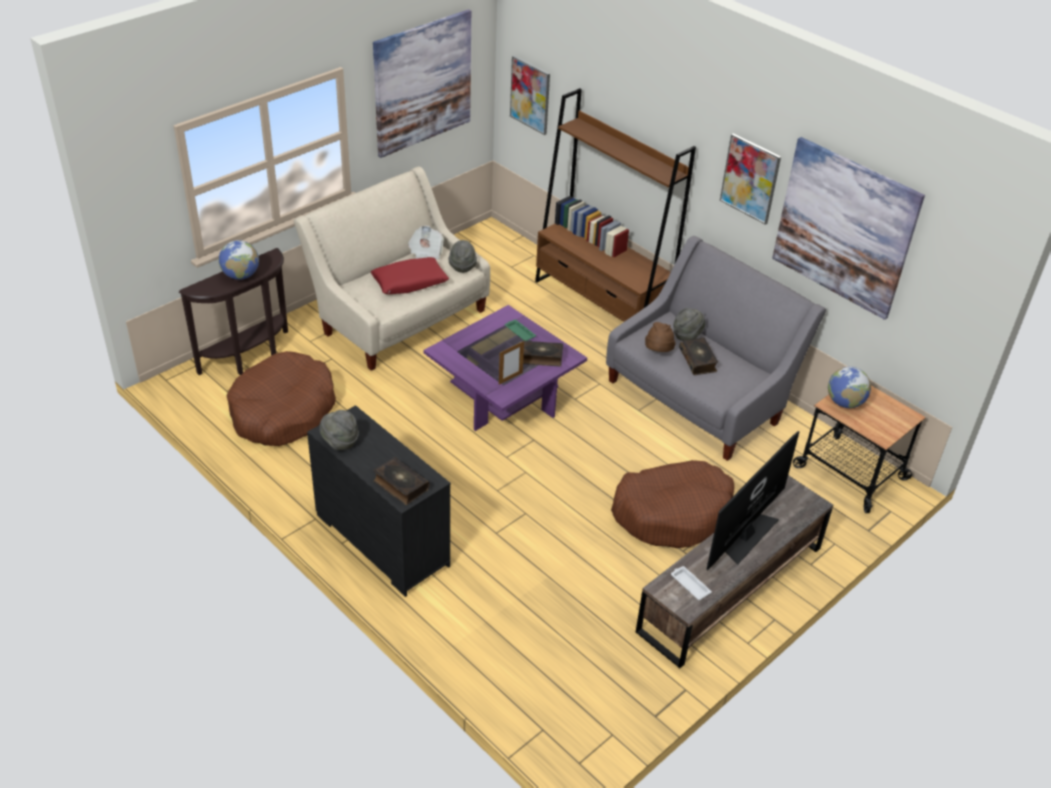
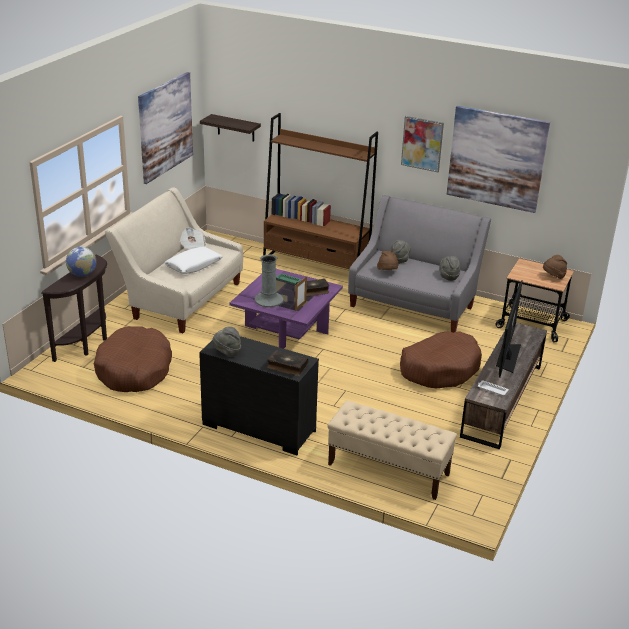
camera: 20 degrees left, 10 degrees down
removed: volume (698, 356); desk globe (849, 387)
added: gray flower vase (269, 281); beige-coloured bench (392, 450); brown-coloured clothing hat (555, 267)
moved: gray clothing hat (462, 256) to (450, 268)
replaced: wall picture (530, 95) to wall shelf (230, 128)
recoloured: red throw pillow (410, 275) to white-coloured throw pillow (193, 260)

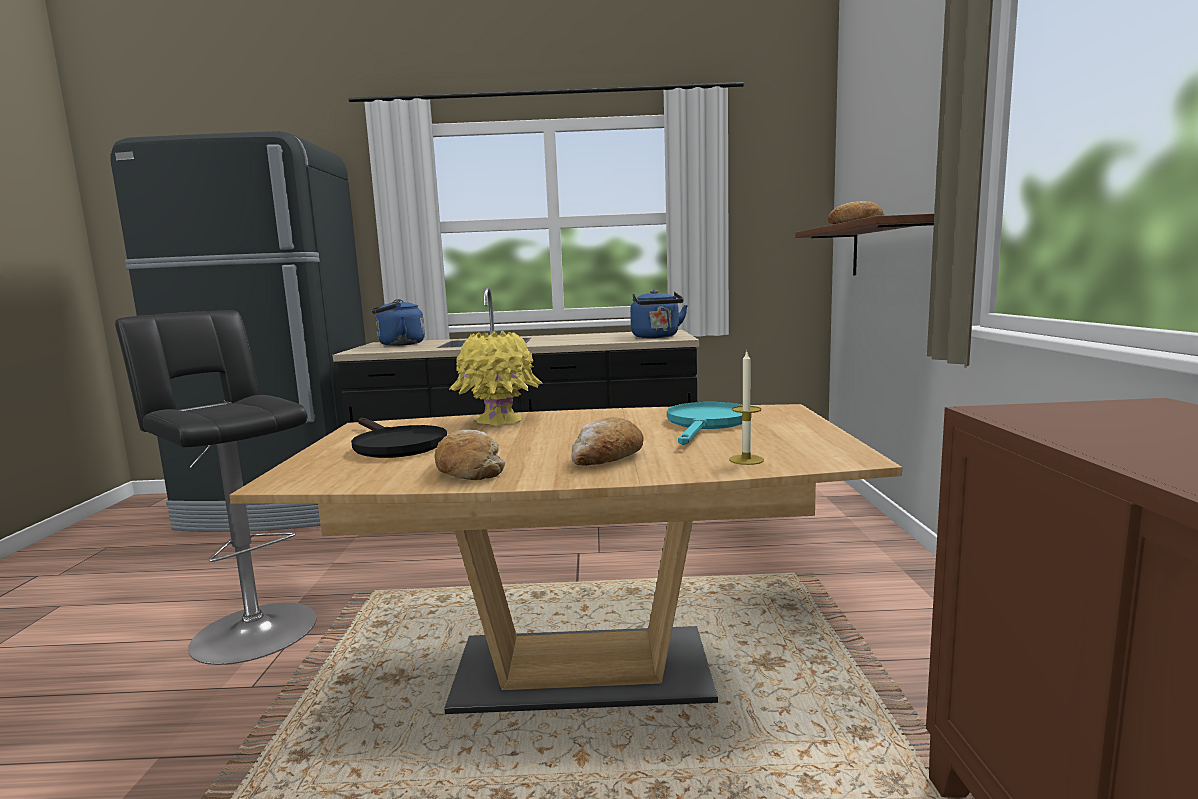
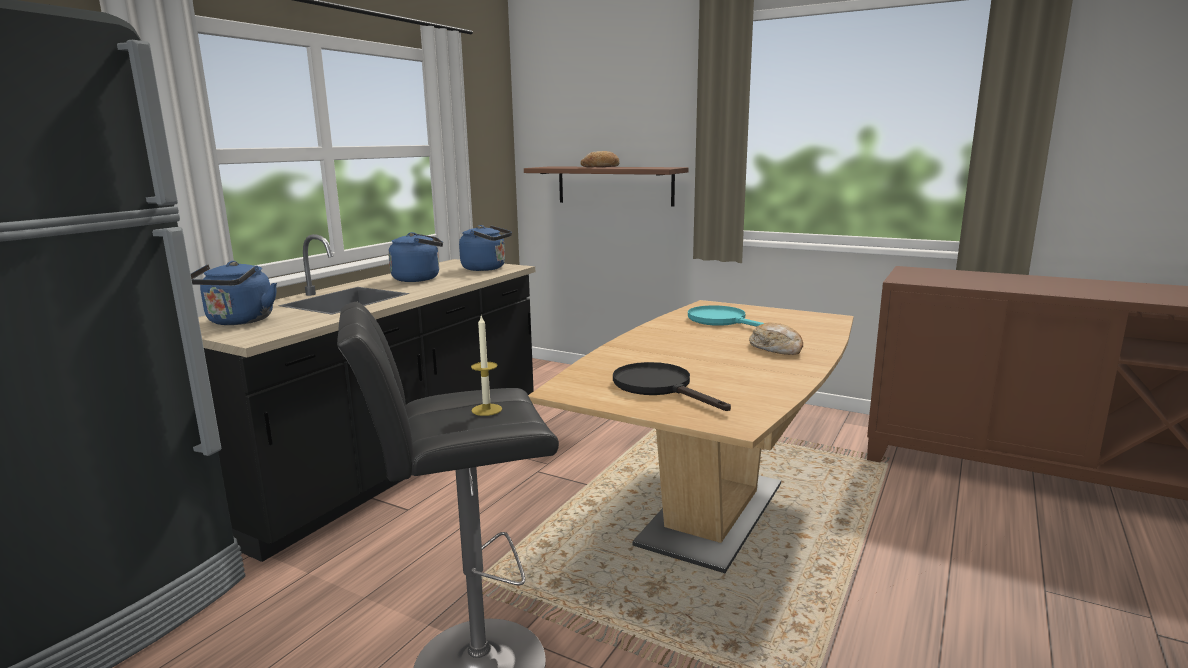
camera: 60 degrees left, 5 degrees up
removed: bakery bread (470, 455); yellowish flower vase (496, 378)
added: blue-coloured kettle (415, 257)
moved: candle (746, 407) to (486, 366)
turned: blackish frying pan (399, 438) = (672, 386) 120 degrees counterclockwise

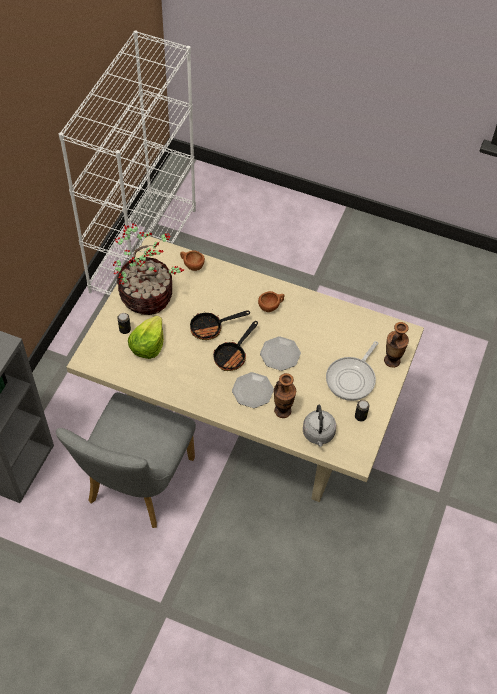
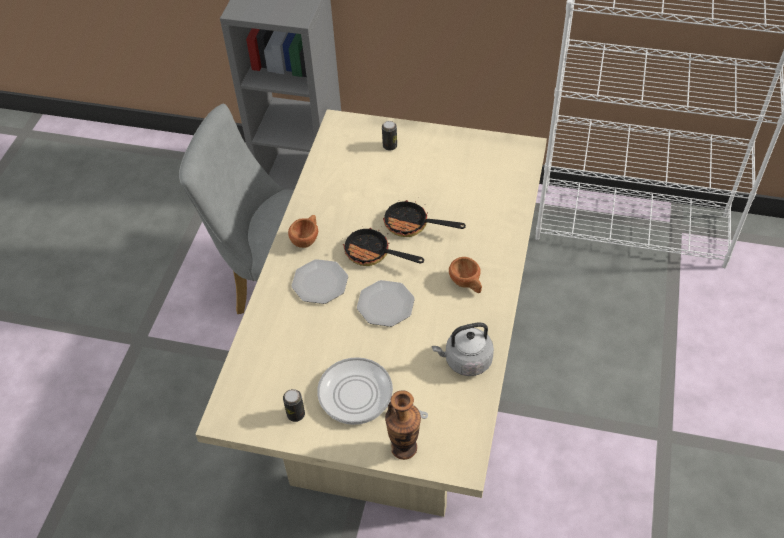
camera: 85 degrees right, 5 degrees down
removed: houseplant (148, 269); lettuce (146, 337); flower vase (285, 395)
moved: brown-coloured drinking cup (192, 261) to (303, 231); gray kettle (319, 426) to (463, 349)
turned: frying pan (220, 325) = (424, 217) 45 degrees counterclockwise

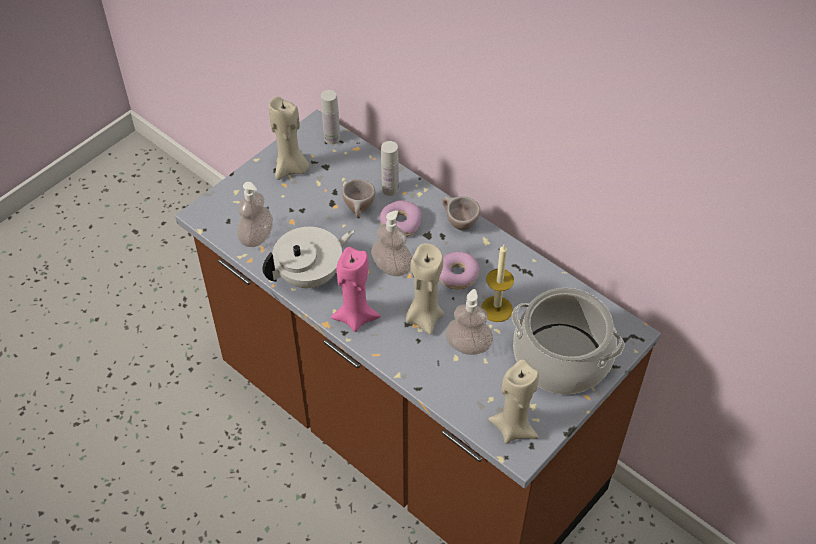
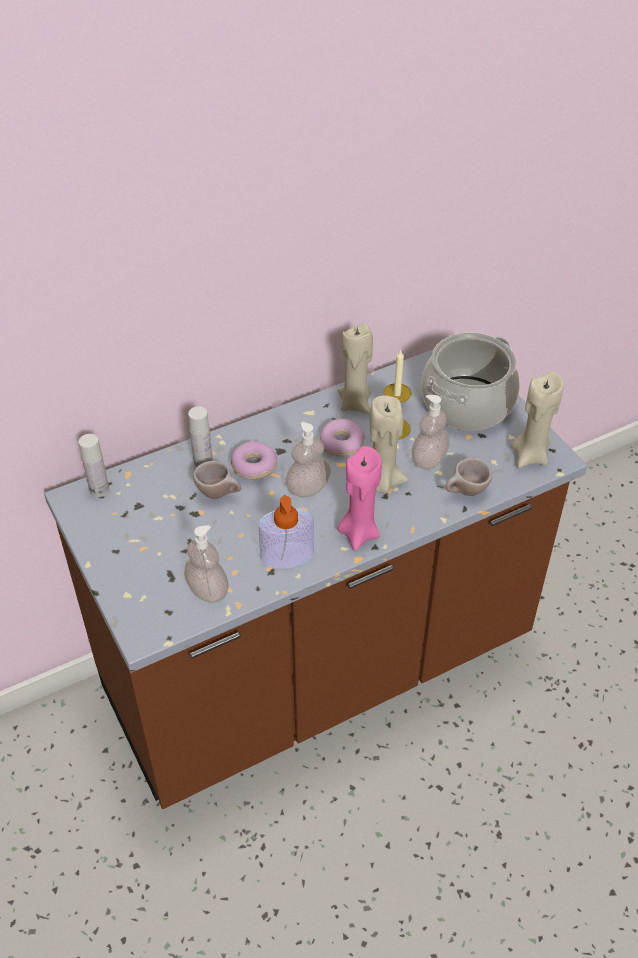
camera: 70 degrees left, 5 degrees down
moved: beige-coloured candle (289, 138) to (355, 368); beige-coloured drinking cup (461, 213) to (468, 476)
replaced: white-coloured teapot (308, 257) to liquid soap bottle (286, 532)

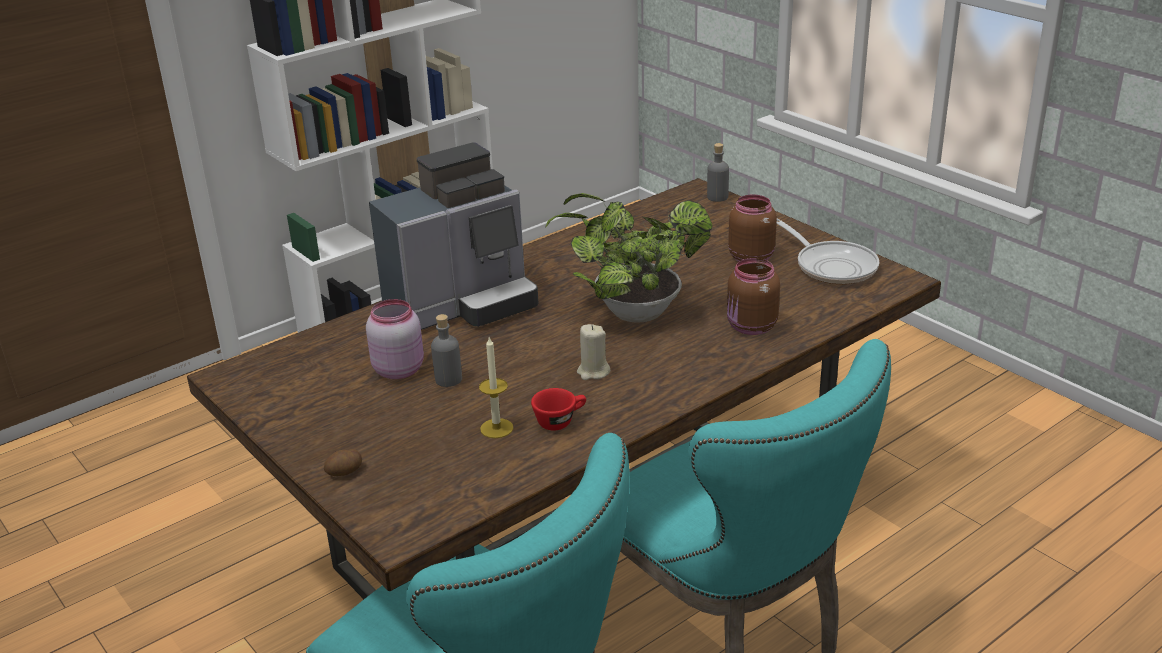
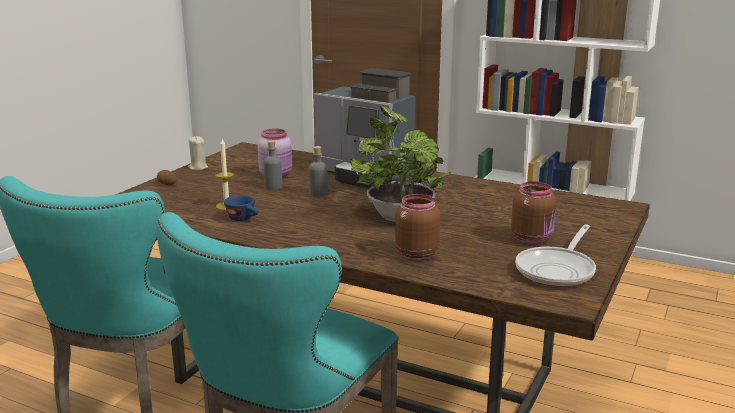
camera: 65 degrees right, 10 degrees down
moved: beige-coloured candle (593, 352) to (198, 153); gray drink bottle (718, 172) to (318, 171)
recoloured: red drinking cup (558, 409) to blue-coloured drinking cup (241, 208)

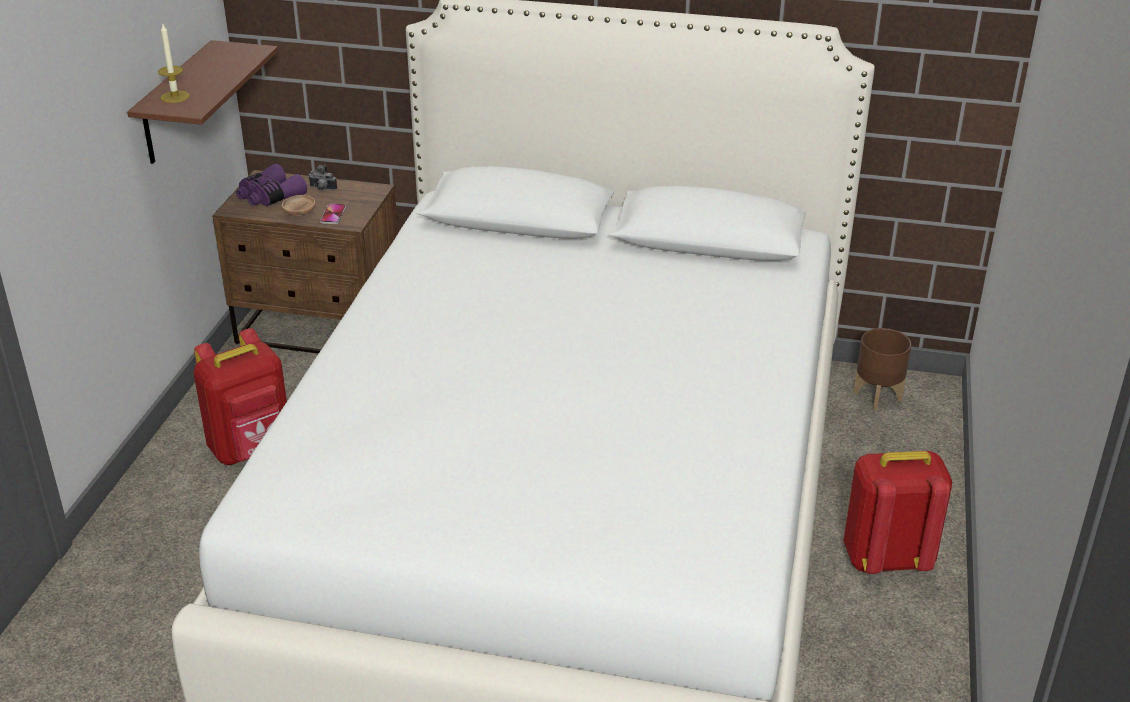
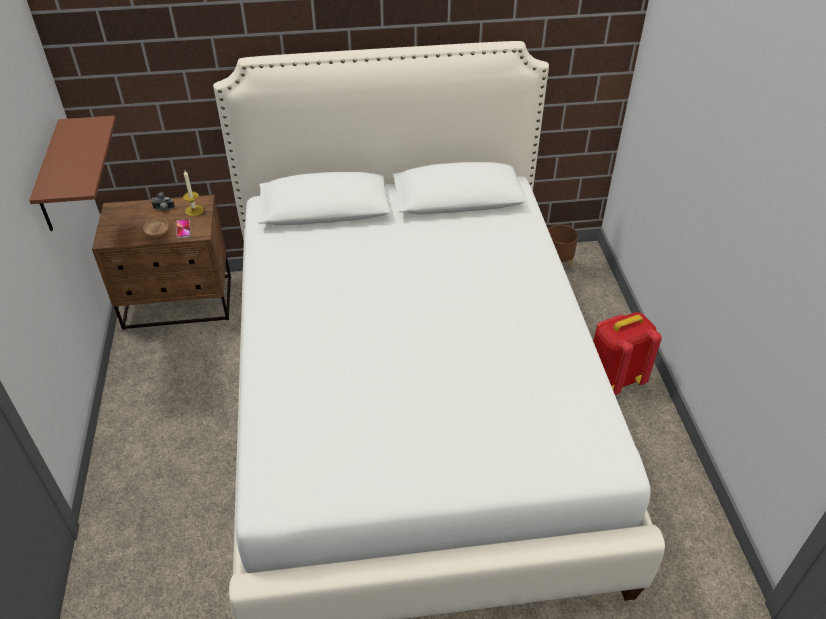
camera: 20 degrees left, 10 degrees up
removed: red knapsack (240, 396); purple field glasses (271, 185)
moved: candle (174, 63) to (193, 193)

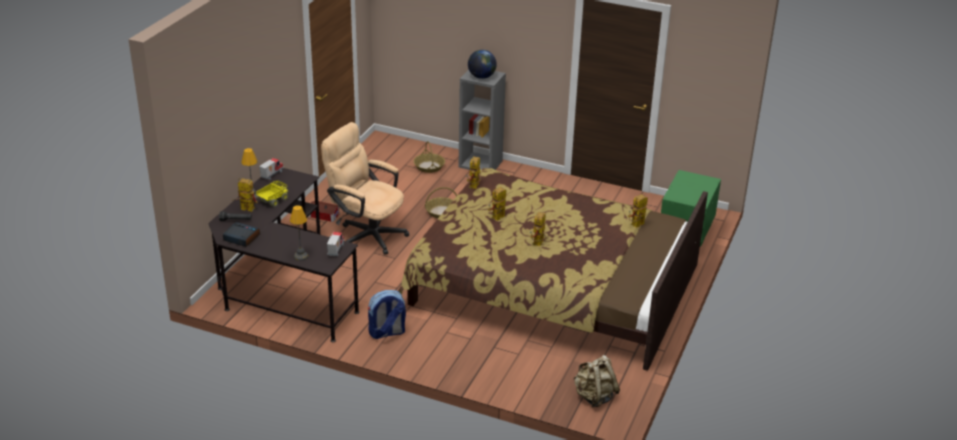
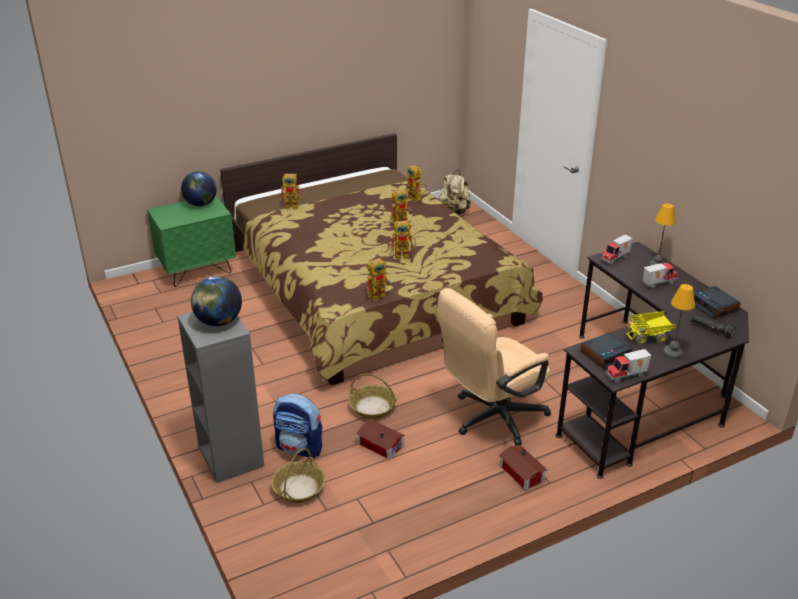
camera: 140 degrees left, 0 degrees up
added: desk globe (199, 188); toy house (380, 439); table clock (606, 351); model truck (660, 275)
moved: model robot (246, 195) to (417, 183); knapsack (387, 314) to (297, 426)
turned: beige-coloured office chair (365, 188) = (494, 367) 75 degrees clockwise

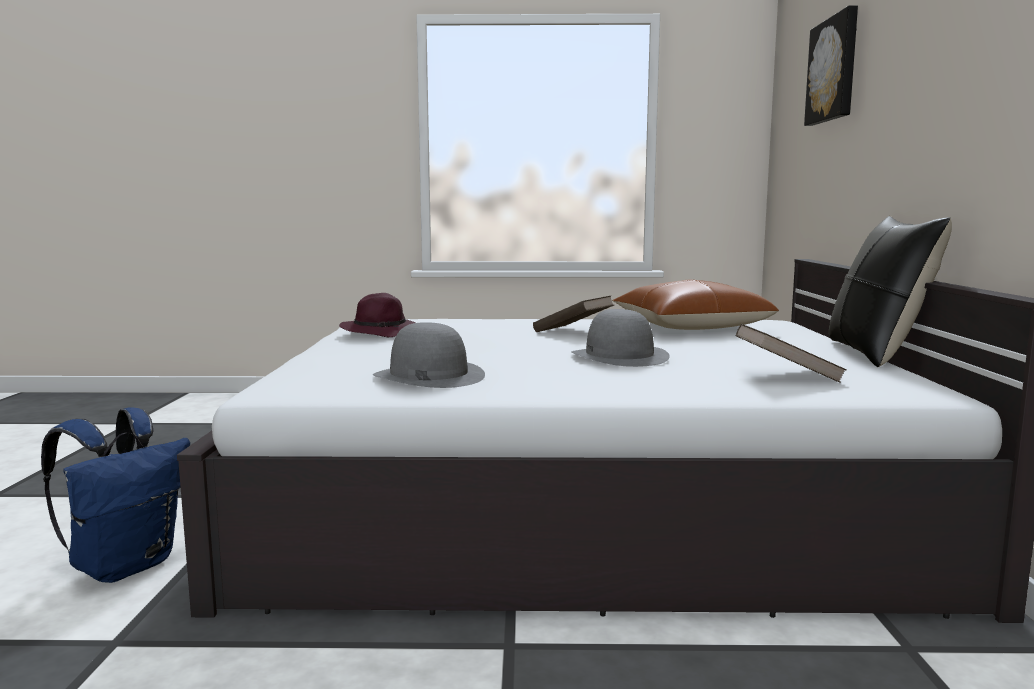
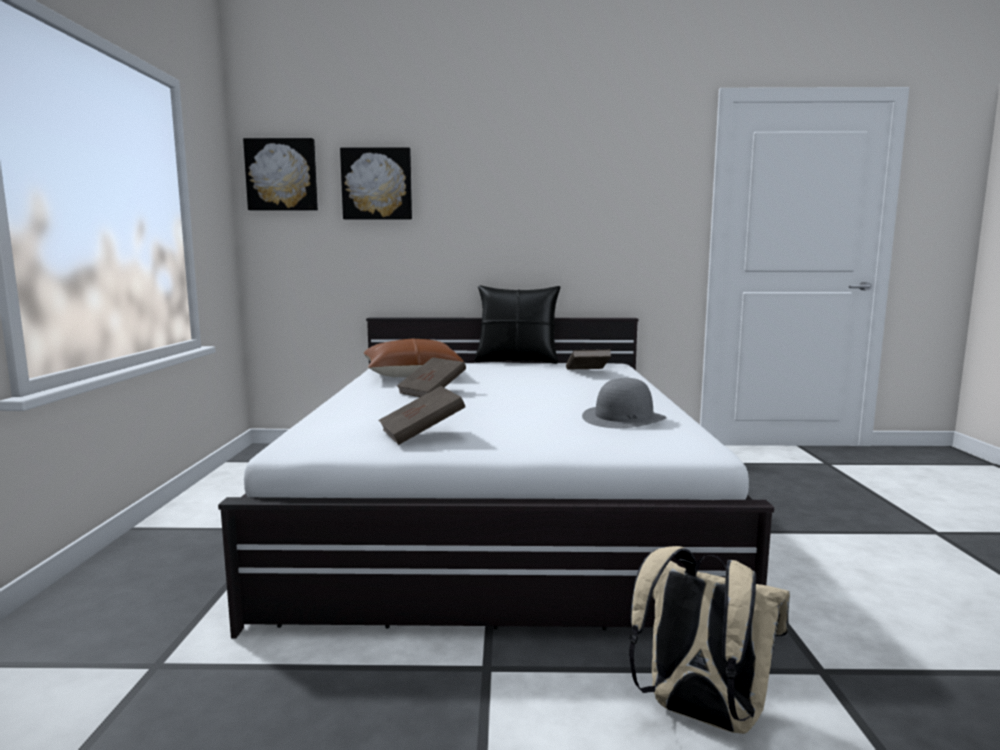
camera: 90 degrees left, 0 degrees up
removed: gray clothing hat (620, 338)
added: wall picture (280, 174)
replaced: purple clothing hat (377, 315) to brown-coloured volume (421, 415)
recoloured: blue-coloured knapsack (115, 495) to beige-coloured knapsack (709, 640)

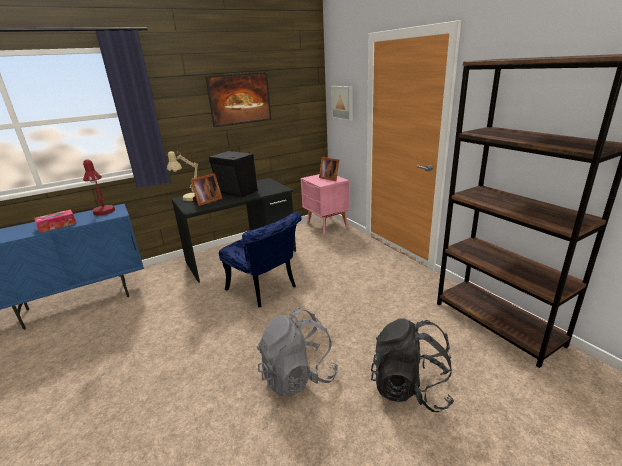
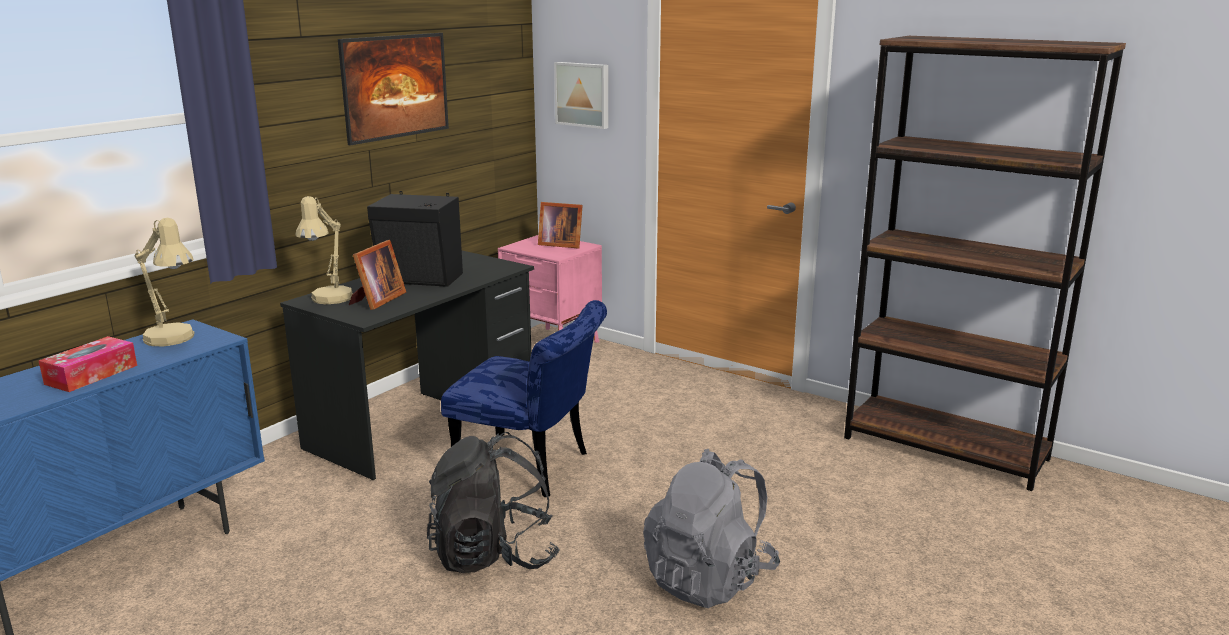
camera: 25 degrees left, 5 degrees down
moved: blackish knapsack (412, 365) to (493, 502)
recoloured: red tabletop lamp (99, 187) to beige-coloured tabletop lamp (165, 282)

